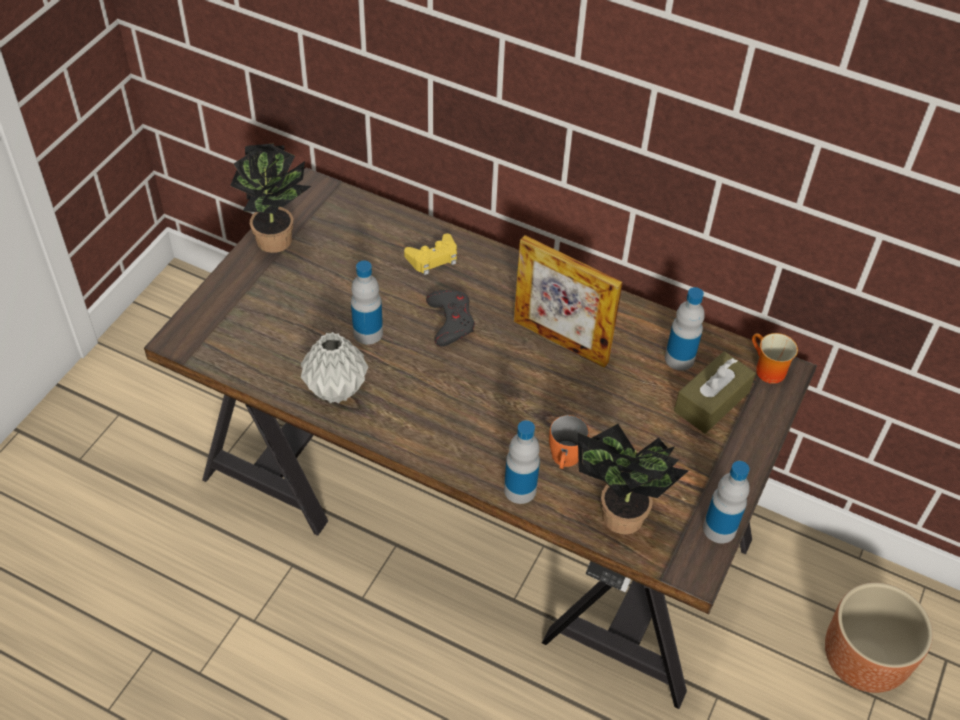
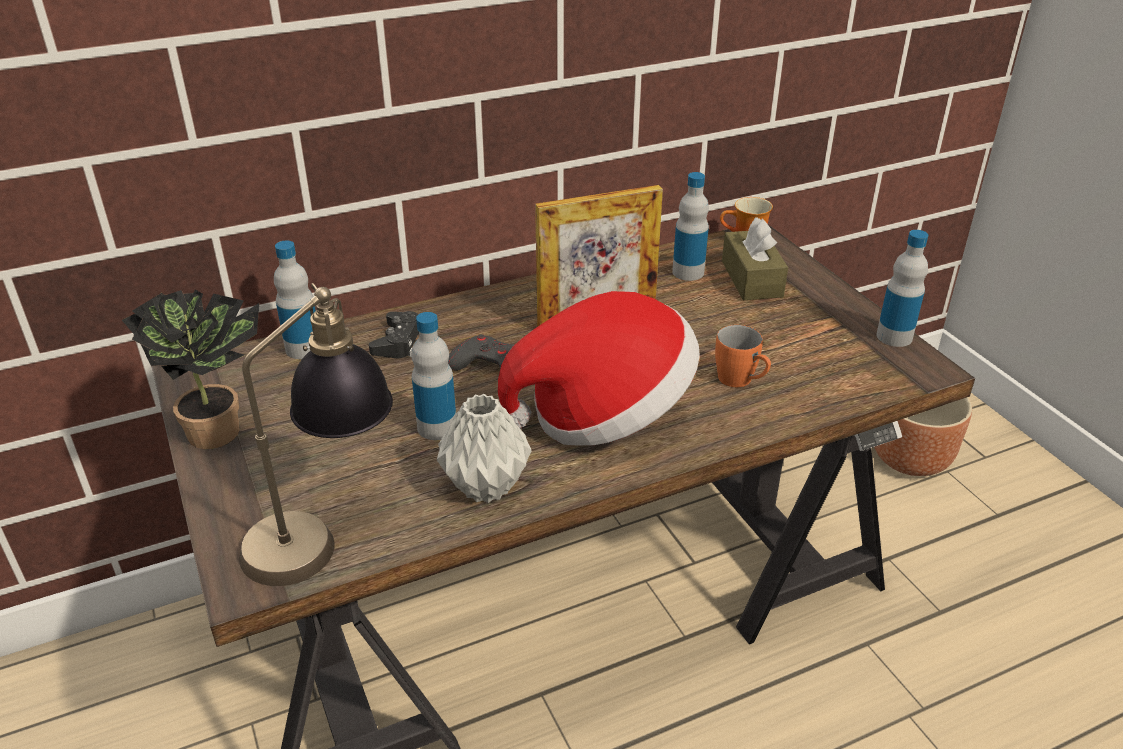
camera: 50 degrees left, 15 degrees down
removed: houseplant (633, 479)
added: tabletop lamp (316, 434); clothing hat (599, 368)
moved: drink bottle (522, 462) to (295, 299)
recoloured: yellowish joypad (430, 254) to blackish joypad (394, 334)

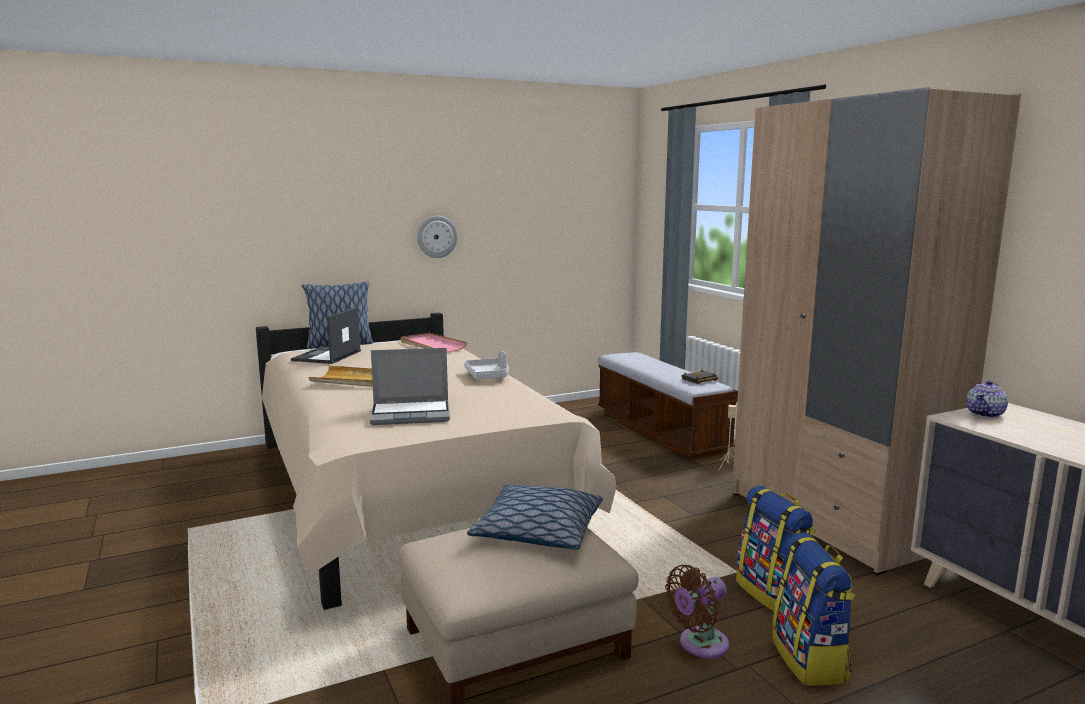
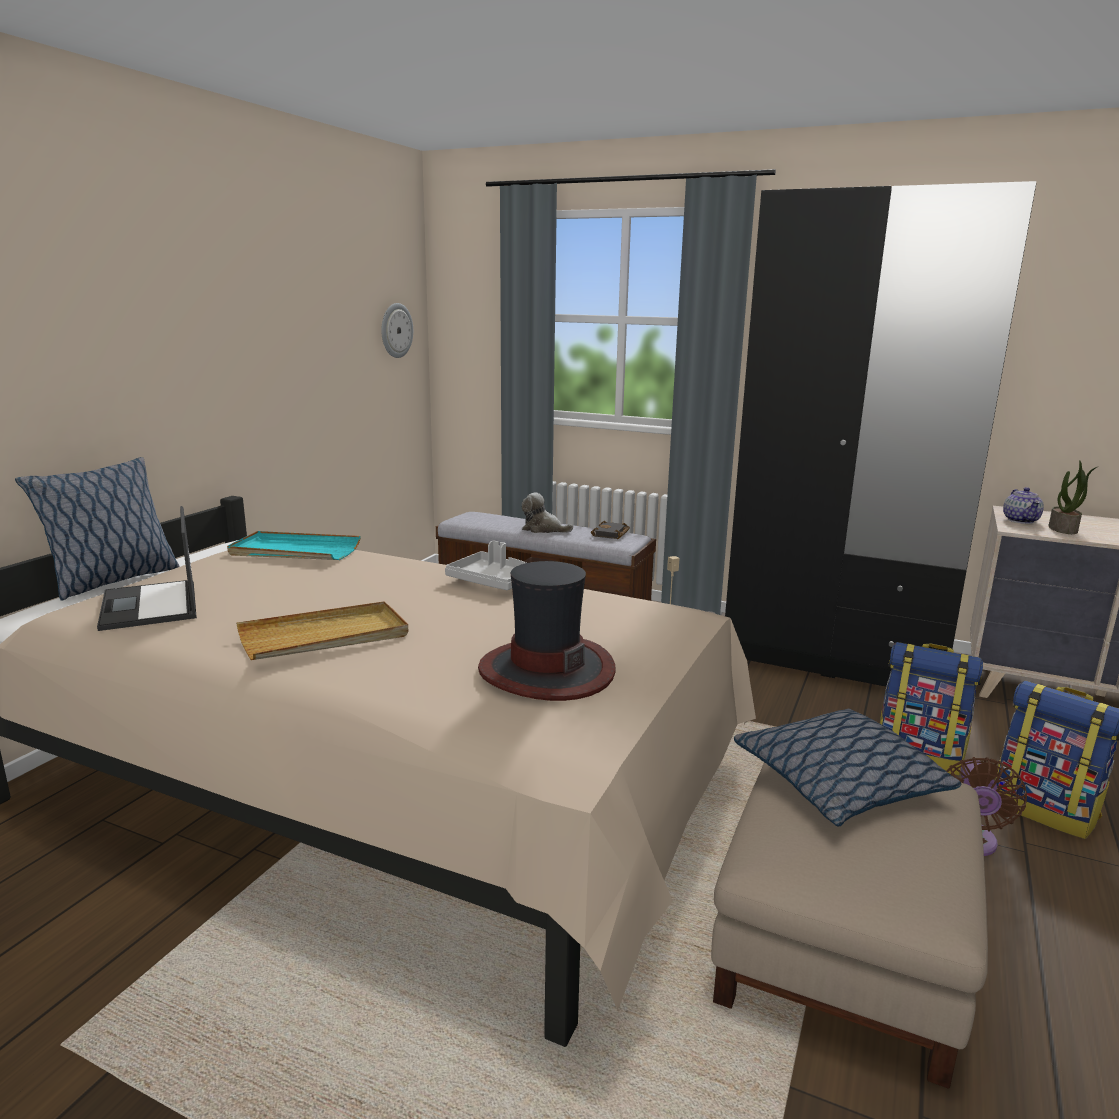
camera: 40 degrees left, 5 degrees up
added: plush toy (547, 512); houseplant (1072, 497)
moved: hanging clock (437, 237) to (397, 330)
replaced: laptop (410, 386) to clothing hat (547, 631)
recoloured: pinkish tray (434, 342) to turquoise-coloured tray (294, 545); beige-coloured armoire (877, 331) to blackish armoire (880, 433)

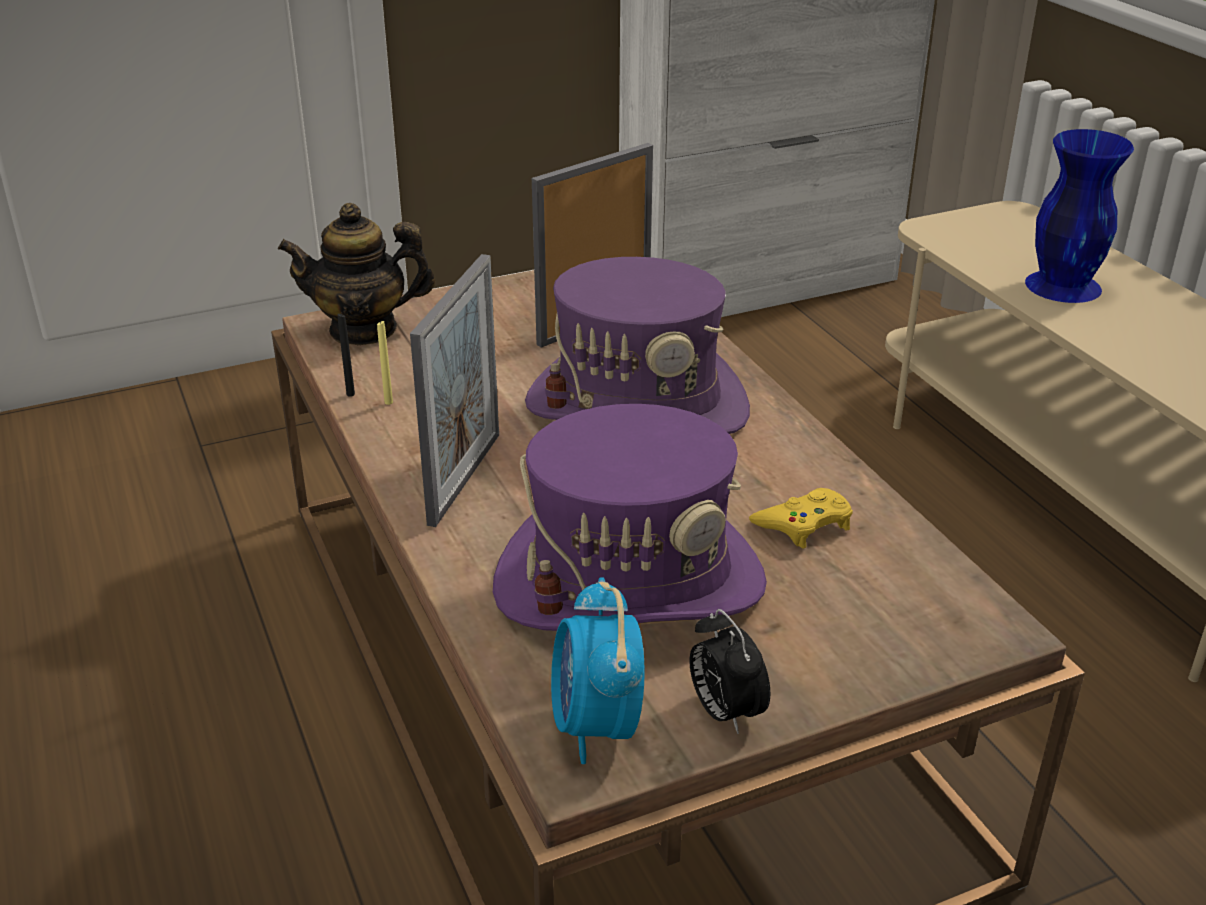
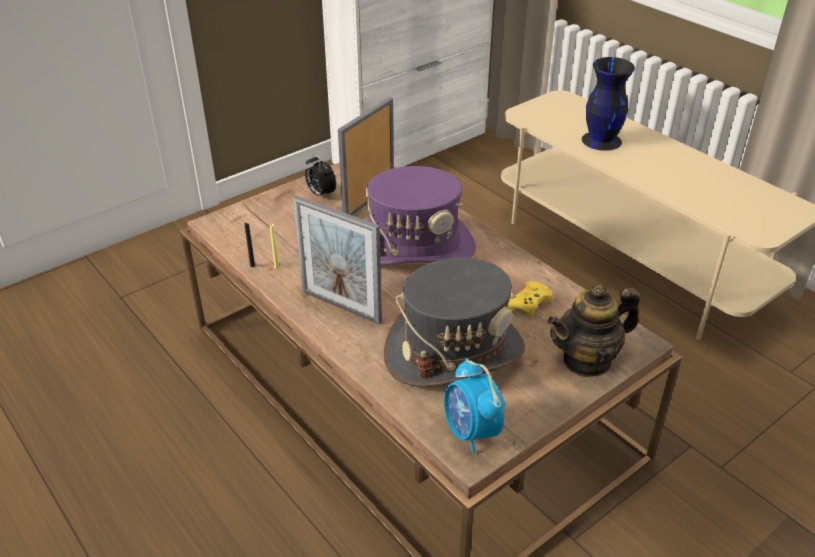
camera: 15 degrees left, 5 degrees up
moved: teapot (356, 274) to (594, 330); table clock (730, 671) to (320, 176)
recoloured: purple clothing hat (630, 517) to gray clothing hat (454, 322); blue-coloured flower vase (1079, 216) to blackish flower vase (608, 104)
turned: picture frame (454, 390) = (337, 259) 120 degrees clockwise

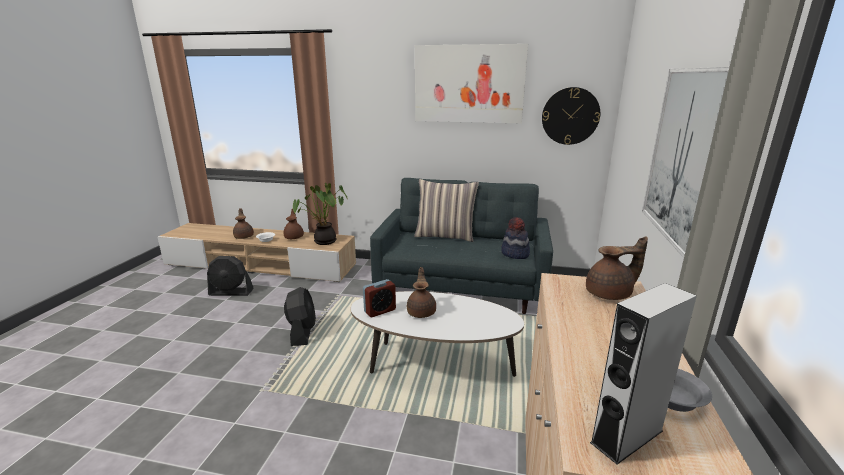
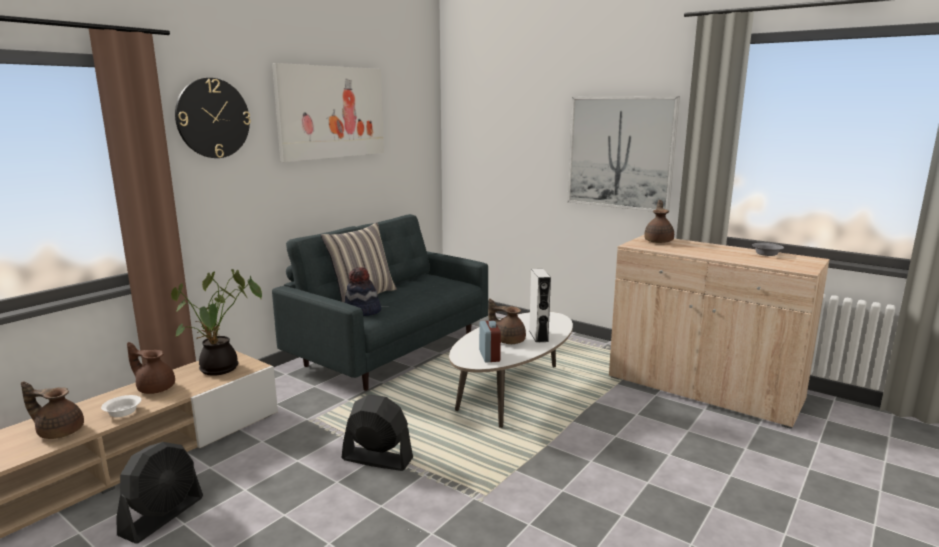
camera: 65 degrees left, 5 degrees down
moved: clothing hat (515, 238) to (363, 291); hanging clock (571, 116) to (213, 118); gray audio speaker (643, 374) to (540, 306)

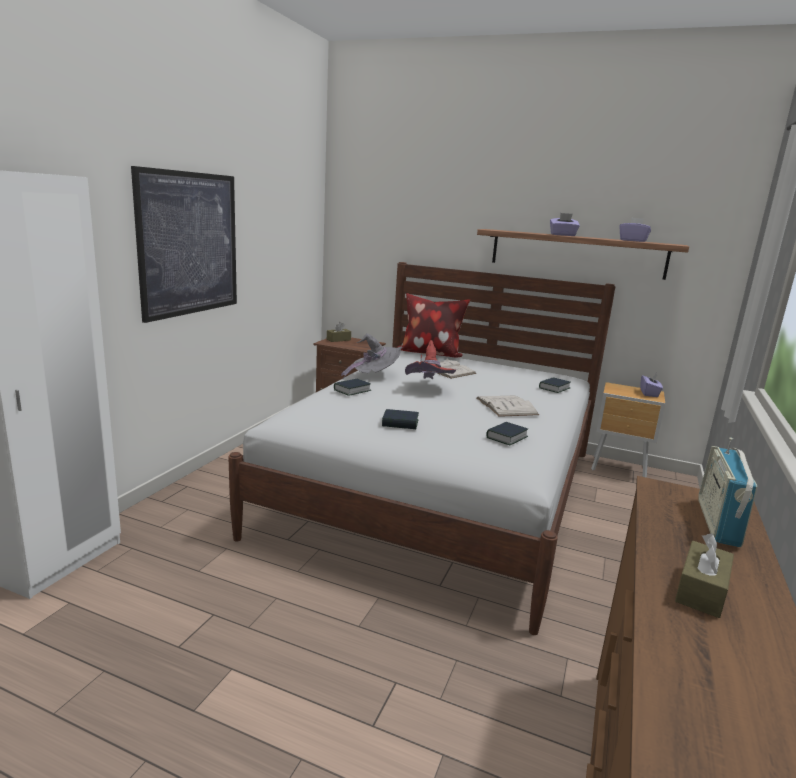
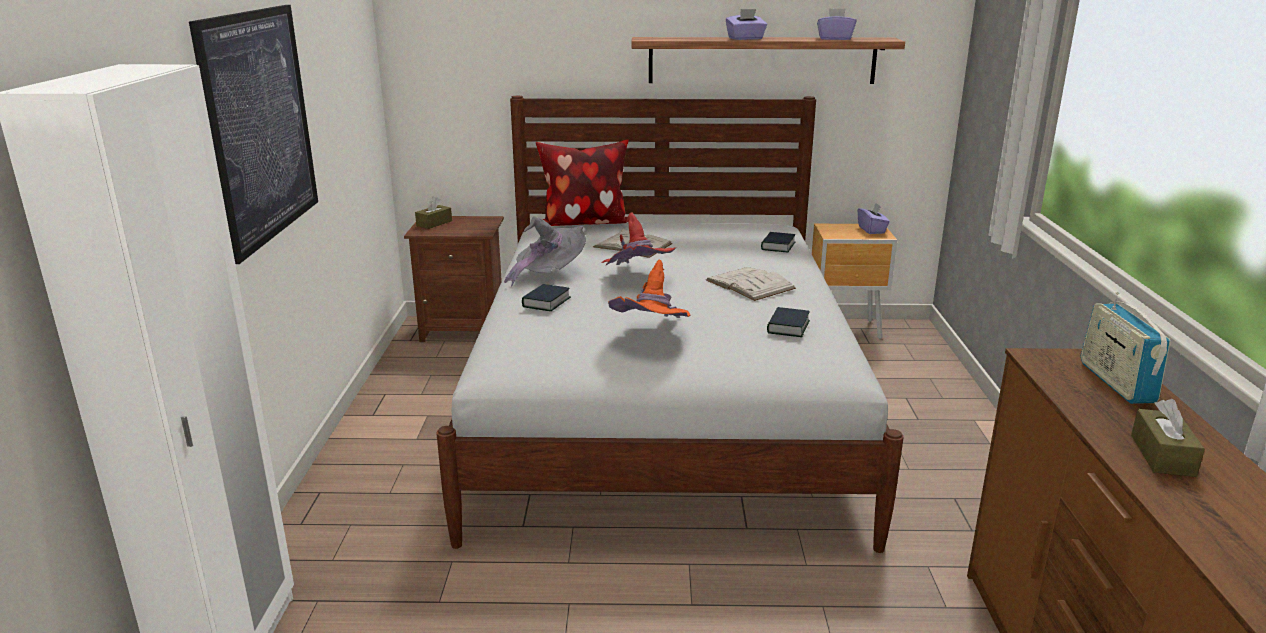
camera: 20 degrees left, 5 degrees up
replaced: volume (400, 419) to orange-coloured clothing hat (649, 289)

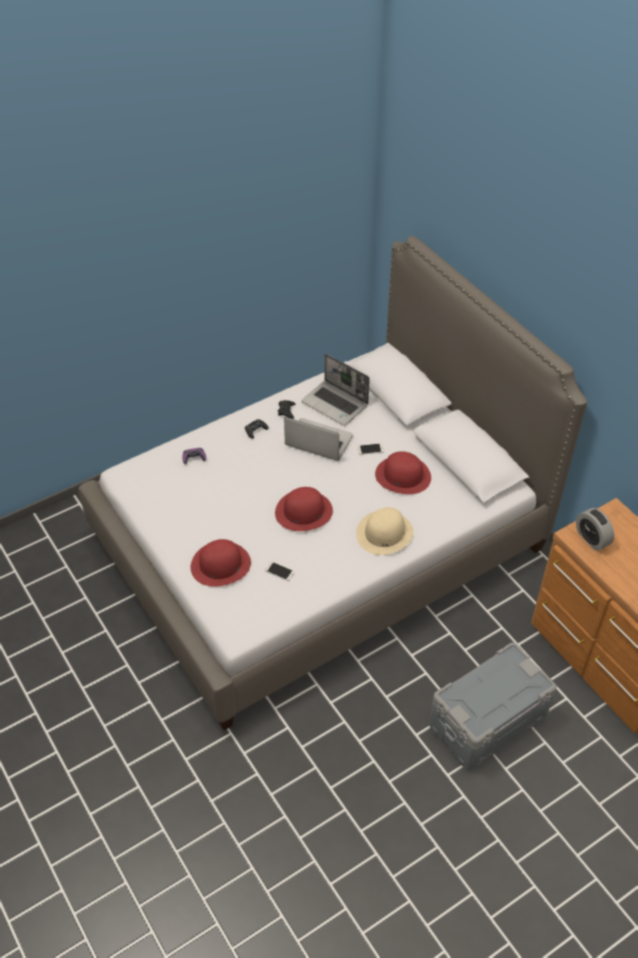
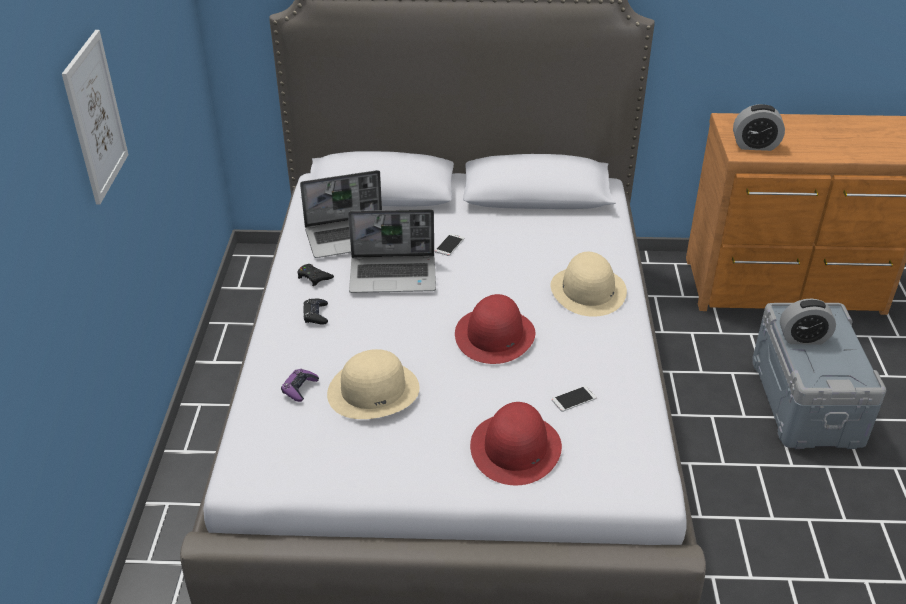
camera: 55 degrees left, 10 degrees down
removed: red clothing hat (403, 472)
added: wall picture (95, 117); beige-coloured clothing hat (373, 384); table clock (808, 322)
turned: laptop (318, 439) = (392, 251) 150 degrees counterclockwise

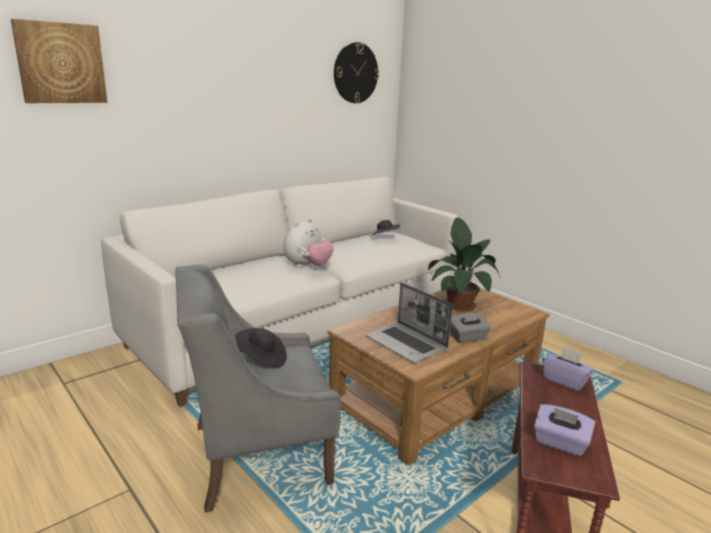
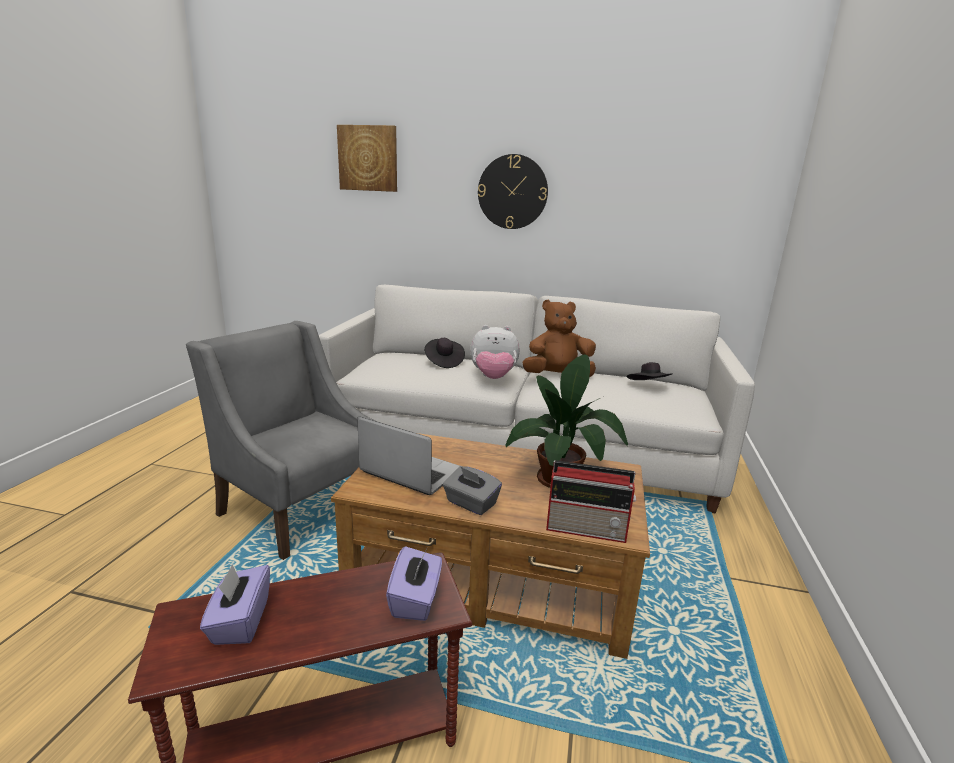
camera: 55 degrees right, 0 degrees up
added: brown-coloured plush toy (559, 339); radio set (591, 501)
moved: blackish clothing hat (261, 347) to (444, 353); hanging clock (356, 72) to (513, 191)
turned: laptop (409, 323) = (408, 455) 105 degrees clockwise

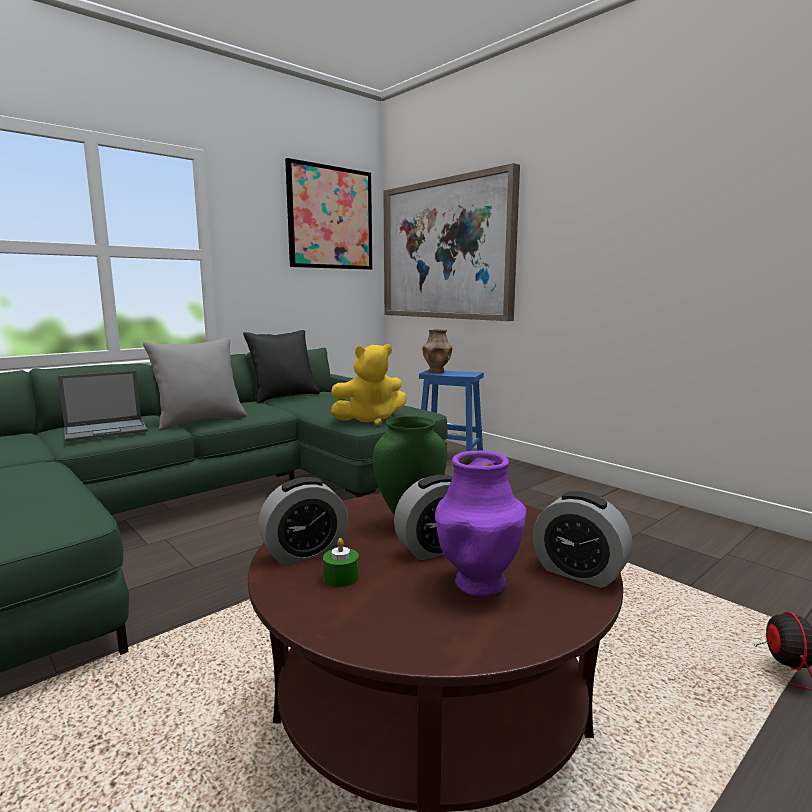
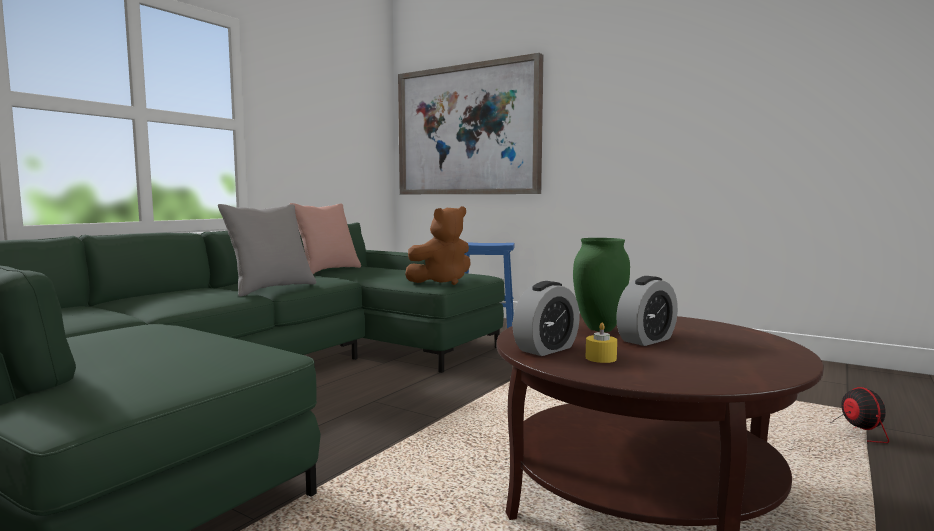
camera: 15 degrees left, 5 degrees down
removed: laptop (103, 406); wall picture (328, 214); brown-coloured flower vase (437, 351); purple flower vase (481, 524); table clock (583, 539)
recoloured: blackish throw pillow (281, 366) to pinkish throw pillow (325, 238); green candle (341, 562) to yellowish candle (601, 343); yellowish plush toy (368, 385) to brown-coloured plush toy (438, 245)

